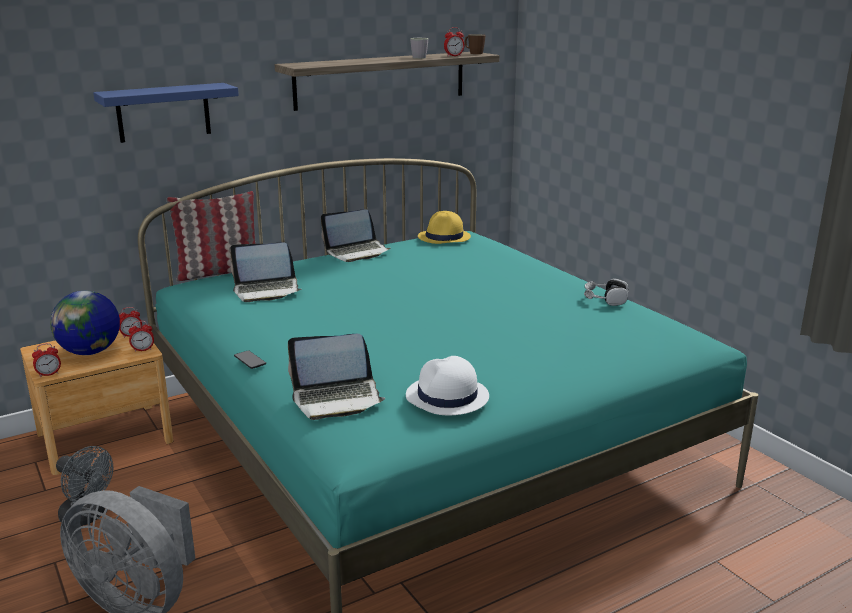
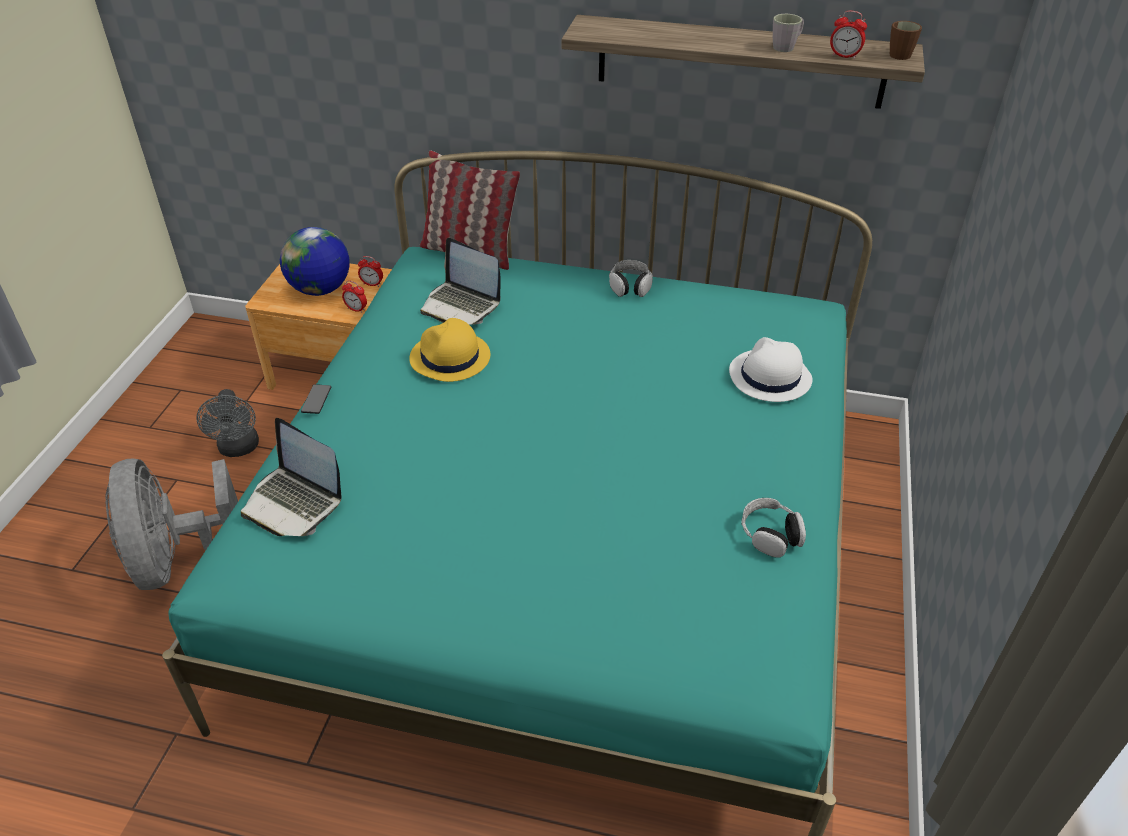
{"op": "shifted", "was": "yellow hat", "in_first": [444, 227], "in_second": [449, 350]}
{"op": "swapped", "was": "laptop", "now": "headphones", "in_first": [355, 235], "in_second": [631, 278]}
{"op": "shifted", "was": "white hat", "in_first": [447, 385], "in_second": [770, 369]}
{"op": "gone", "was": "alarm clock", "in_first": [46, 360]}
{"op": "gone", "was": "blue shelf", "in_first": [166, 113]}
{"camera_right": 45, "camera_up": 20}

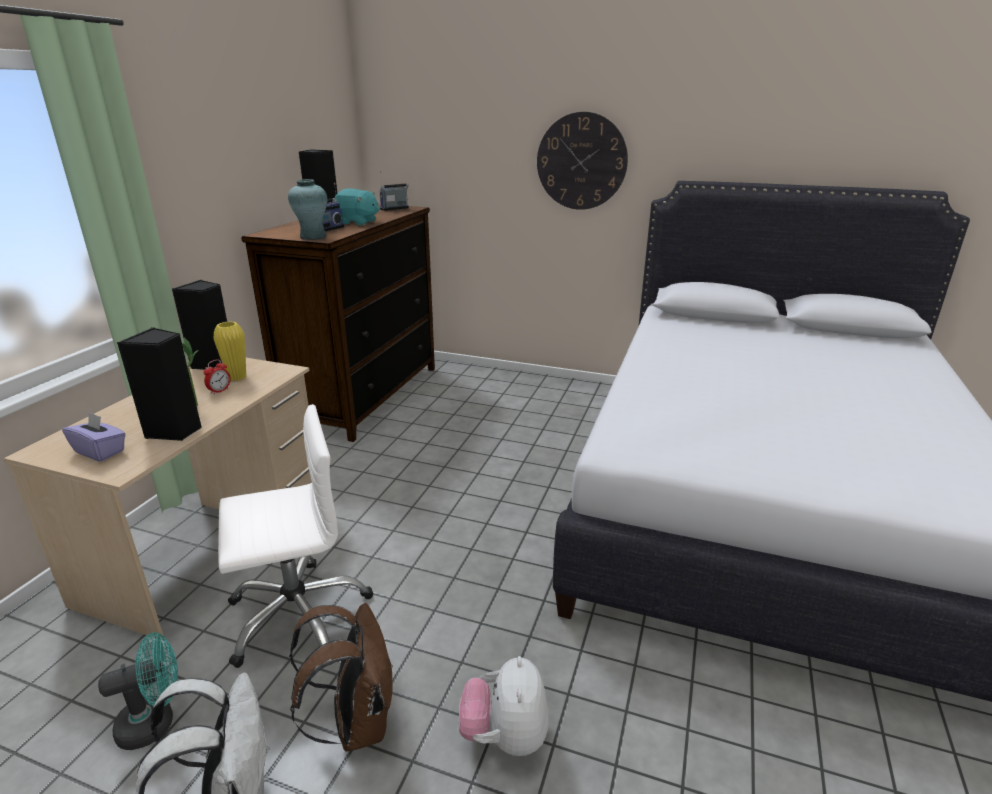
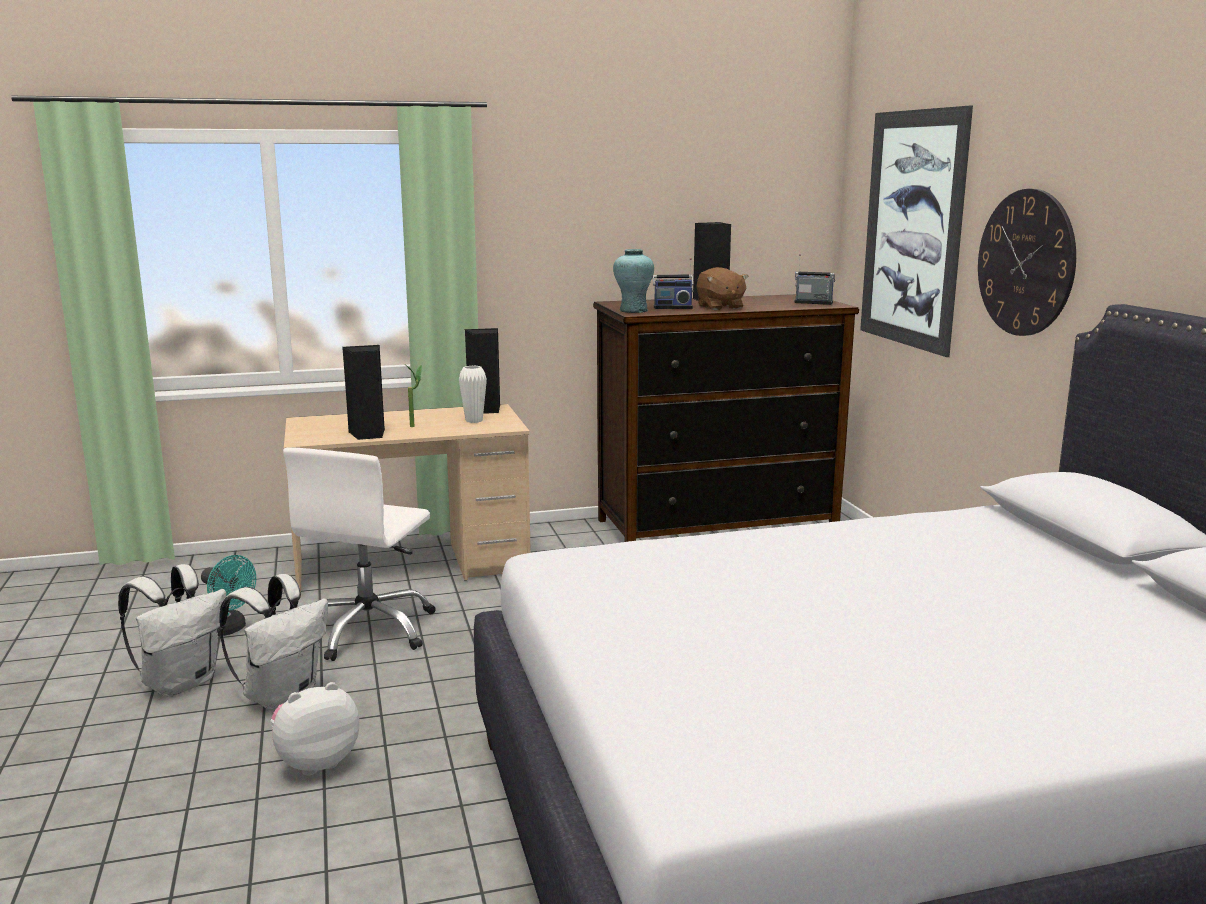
{"op": "repainted", "was": "brown backpack", "now": "white backpack", "in_first": [341, 677], "in_second": [273, 642]}
{"op": "rotated", "was": "white office chair", "in_first": [295, 536], "in_second": [359, 554], "clockwise": 75}
{"op": "repainted", "was": "yellow vase", "now": "white vase", "in_first": [229, 351], "in_second": [473, 394]}
{"op": "repainted", "was": "turquoise plush toy", "now": "brown plush toy", "in_first": [356, 207], "in_second": [722, 288]}
{"op": "new", "now": "picture", "in_second": [916, 231]}
{"op": "gone", "was": "purple tissue box", "in_first": [94, 437]}
{"op": "gone", "was": "alarm clock", "in_first": [217, 377]}
{"camera_right": 55, "camera_up": -10}

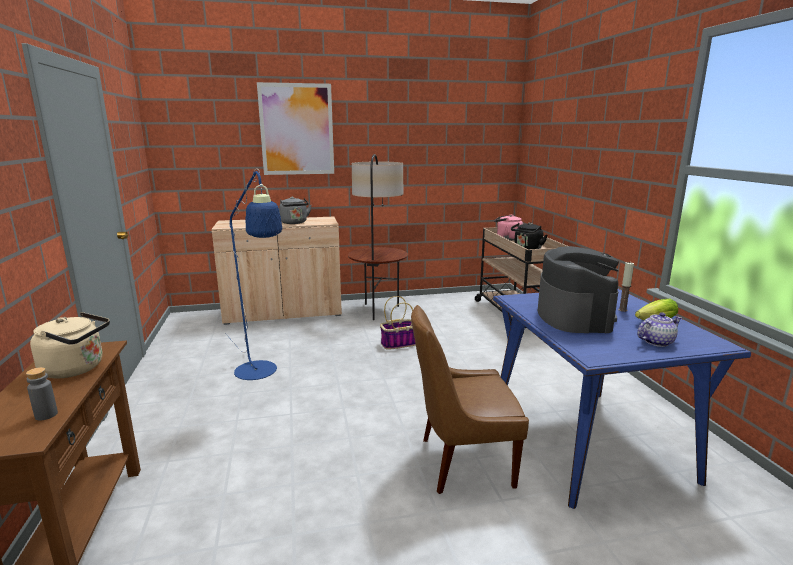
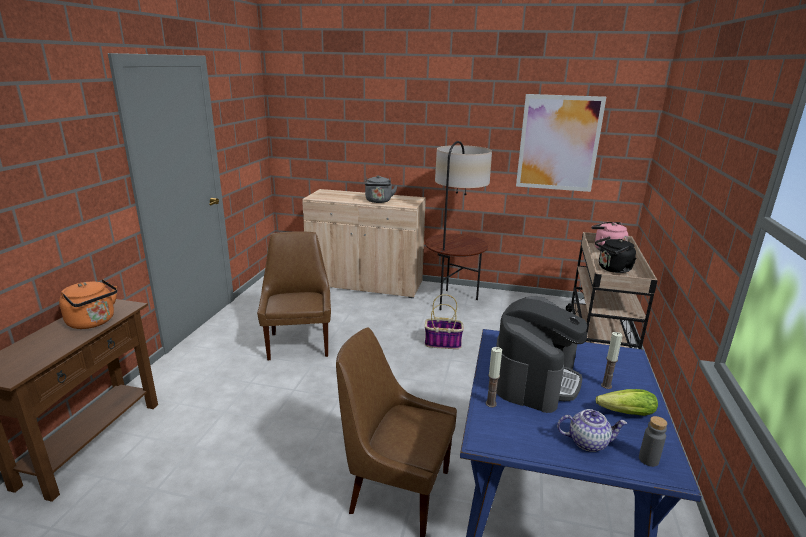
{"op": "repainted", "was": "beige kettle", "now": "orange kettle", "in_first": [70, 345], "in_second": [88, 304]}
{"op": "swapped", "was": "blue floor lamp", "now": "brown chair", "in_first": [253, 274], "in_second": [294, 295]}
{"op": "new", "now": "candle", "in_second": [494, 377]}
{"op": "shifted", "was": "picture", "in_first": [295, 128], "in_second": [561, 143]}
{"op": "shifted", "was": "grey bottle", "in_first": [42, 393], "in_second": [653, 441]}
{"camera_right": 25, "camera_up": 5}

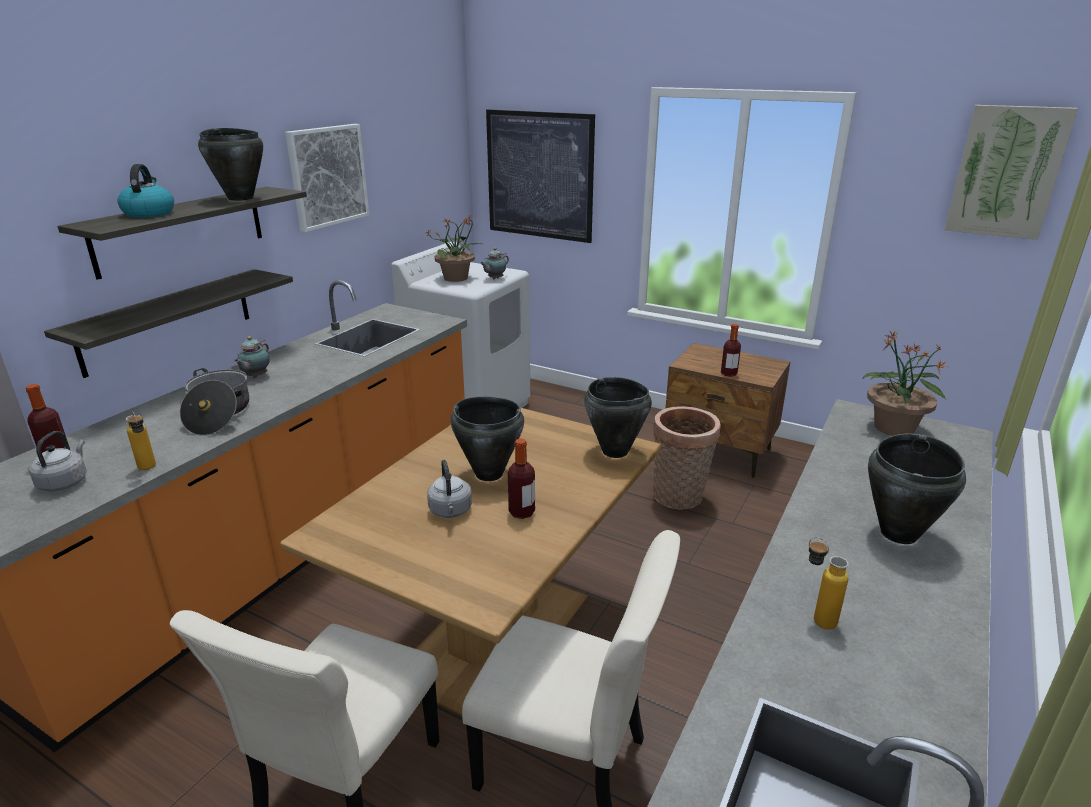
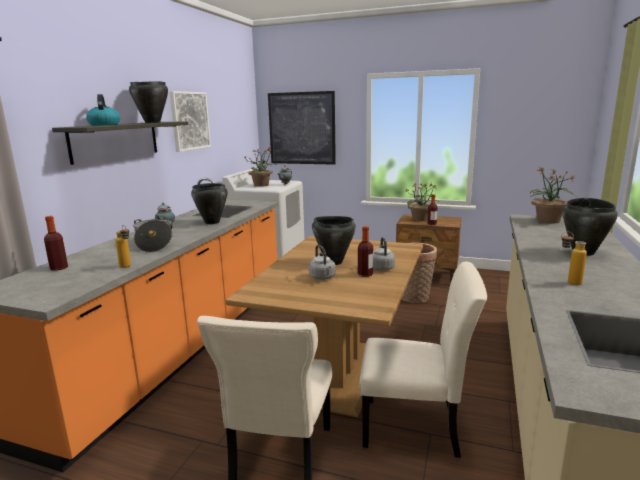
{"op": "shifted", "was": "black cooking pot", "in_first": [618, 417], "in_second": [209, 203]}
{"op": "shifted", "was": "grey kettle", "in_first": [58, 461], "in_second": [384, 254]}
{"op": "new", "now": "potted plant", "in_second": [422, 202]}
{"op": "gone", "was": "shelf", "in_first": [168, 323]}
{"op": "gone", "was": "picture", "in_first": [1011, 172]}
{"camera_right": -10, "camera_up": -10}

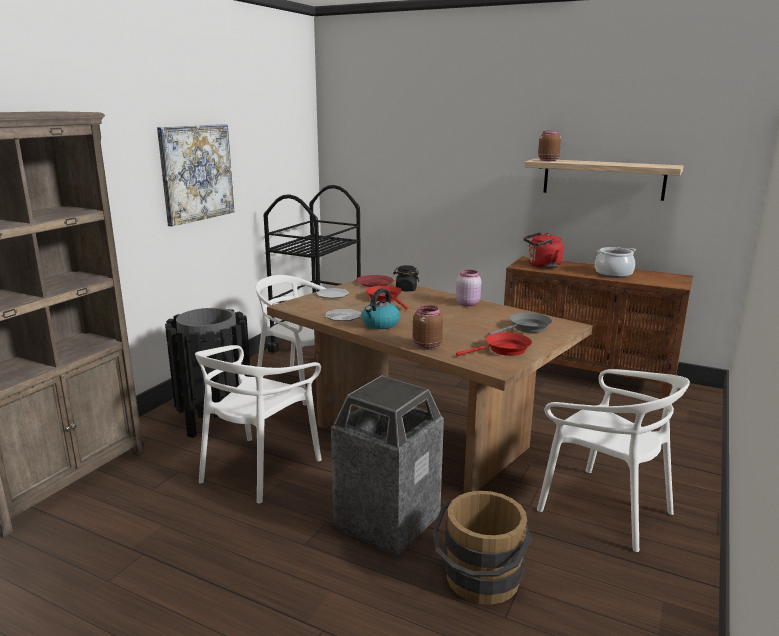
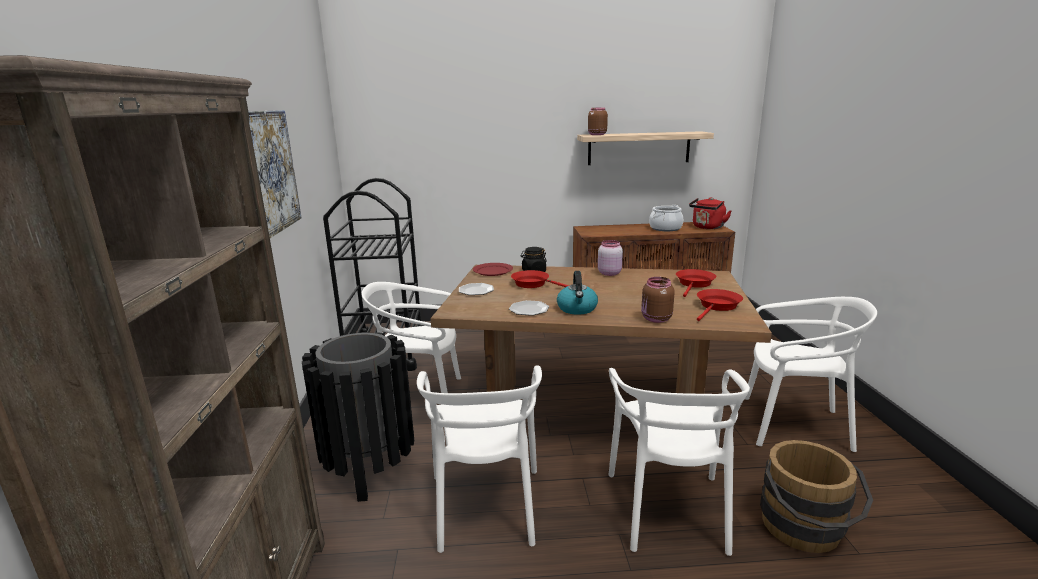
{"op": "swapped", "was": "trash can", "now": "white chair", "in_first": [387, 466], "in_second": [679, 462]}
{"op": "repainted", "was": "grey frying pan", "now": "red frying pan", "in_first": [520, 324], "in_second": [696, 283]}
{"op": "shifted", "was": "red kettle", "in_first": [543, 250], "in_second": [710, 213]}
{"camera_right": -30, "camera_up": 0}

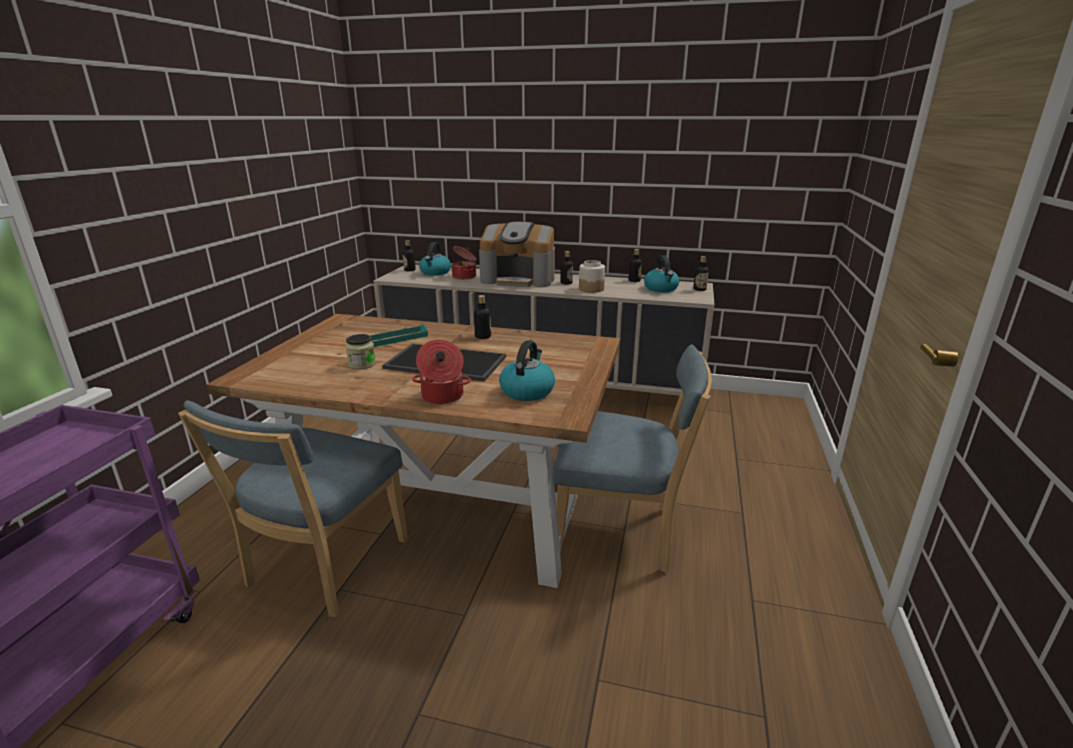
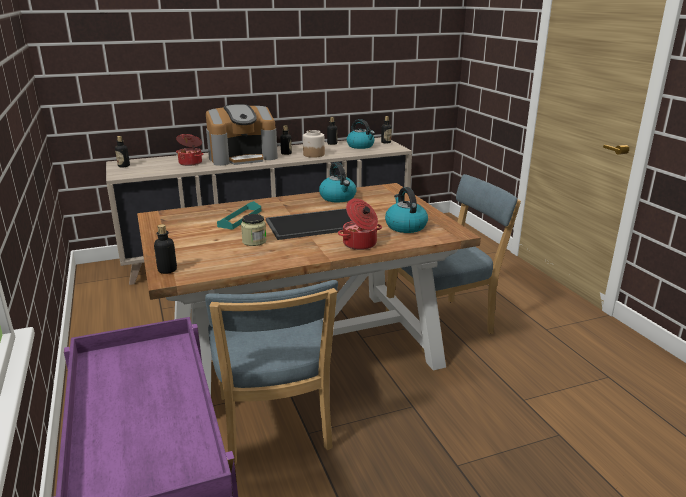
{"op": "shifted", "was": "bottle", "in_first": [482, 317], "in_second": [165, 249]}
{"op": "shifted", "was": "kettle", "in_first": [435, 259], "in_second": [337, 182]}
{"camera_right": -35, "camera_up": 0}

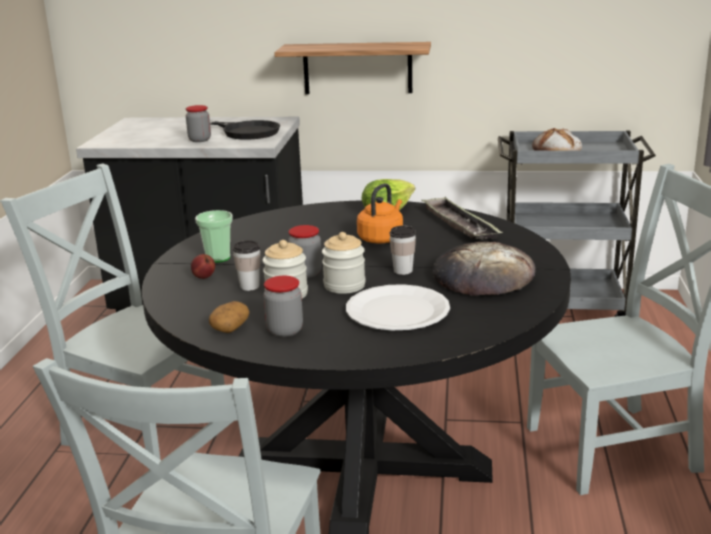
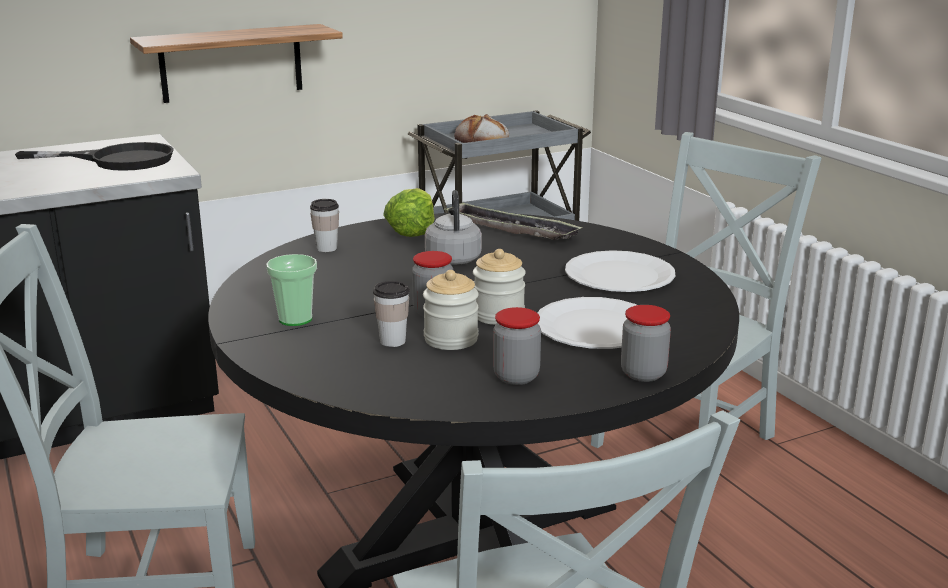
{"op": "shifted", "was": "cup", "in_first": [403, 250], "in_second": [324, 225]}
{"op": "repainted", "was": "orange kettle", "now": "grey kettle", "in_first": [380, 213], "in_second": [453, 227]}
{"op": "swapped", "was": "bread", "now": "white plate", "in_first": [483, 269], "in_second": [620, 271]}
{"op": "shifted", "was": "jar", "in_first": [198, 123], "in_second": [646, 343]}
{"op": "gone", "was": "apple", "in_first": [203, 266]}
{"op": "gone", "was": "potato", "in_first": [229, 317]}
{"camera_right": -35, "camera_up": 0}

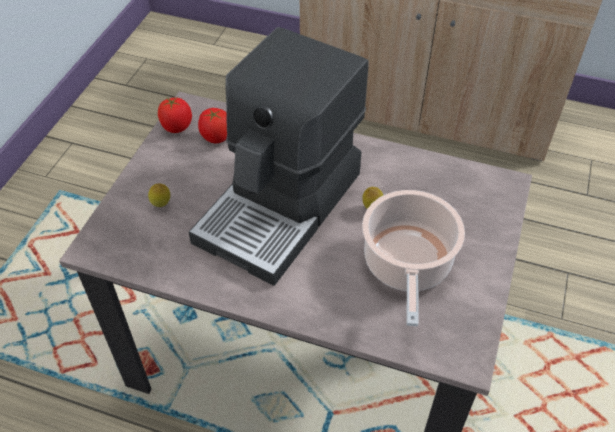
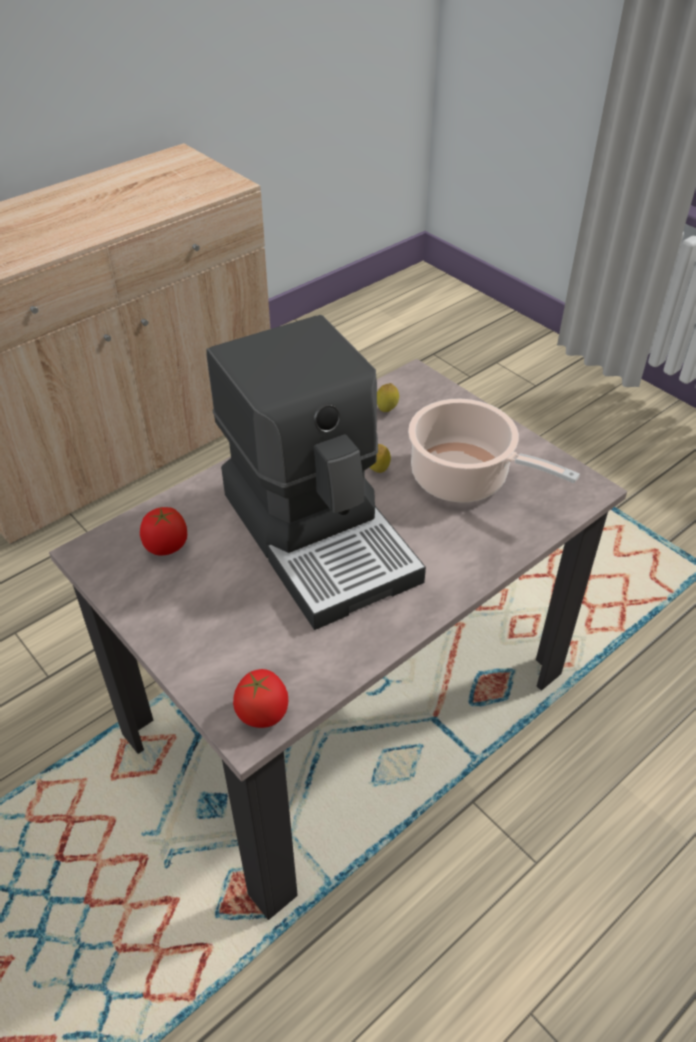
{"op": "shifted", "was": "tomato", "in_first": [175, 115], "in_second": [260, 698]}
{"op": "shifted", "was": "lemon", "in_first": [159, 195], "in_second": [388, 397]}
{"camera_right": -60, "camera_up": -5}

